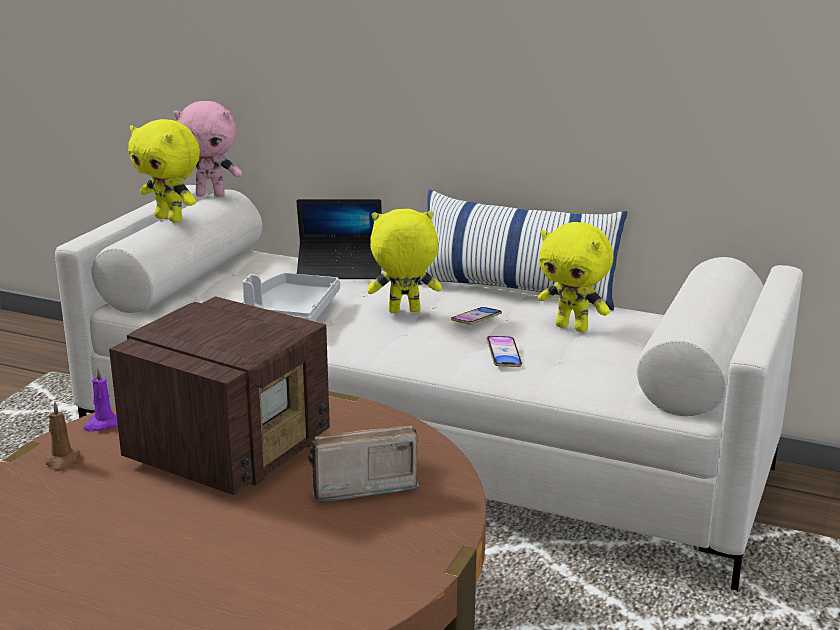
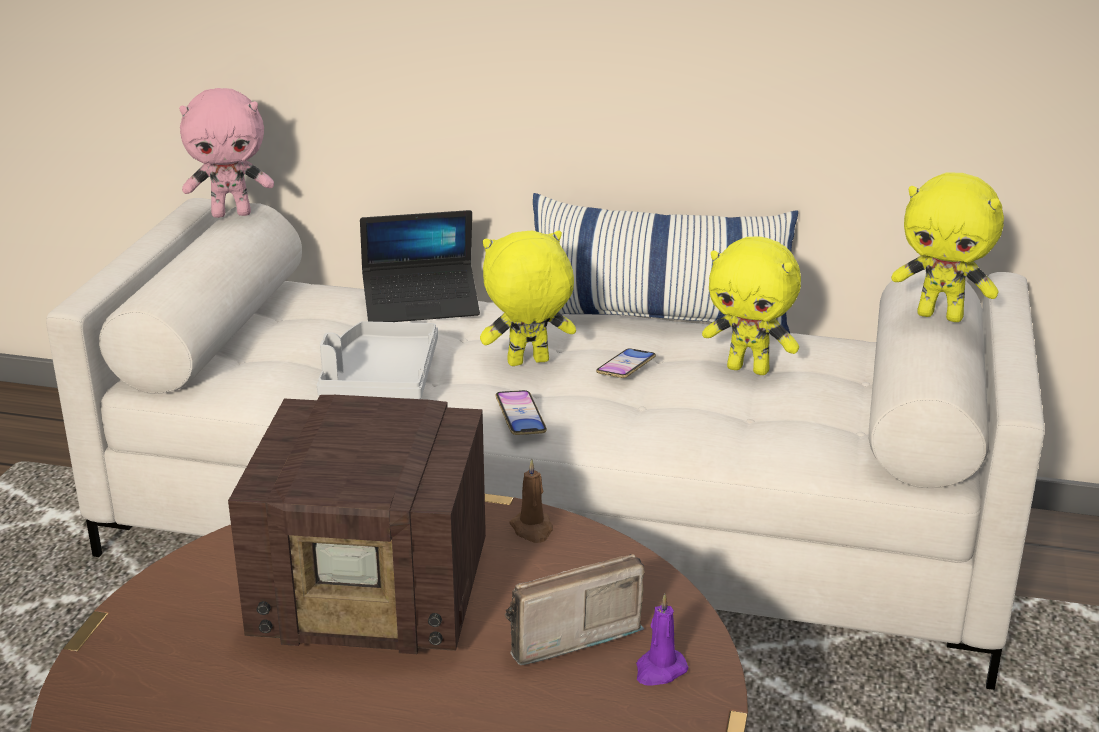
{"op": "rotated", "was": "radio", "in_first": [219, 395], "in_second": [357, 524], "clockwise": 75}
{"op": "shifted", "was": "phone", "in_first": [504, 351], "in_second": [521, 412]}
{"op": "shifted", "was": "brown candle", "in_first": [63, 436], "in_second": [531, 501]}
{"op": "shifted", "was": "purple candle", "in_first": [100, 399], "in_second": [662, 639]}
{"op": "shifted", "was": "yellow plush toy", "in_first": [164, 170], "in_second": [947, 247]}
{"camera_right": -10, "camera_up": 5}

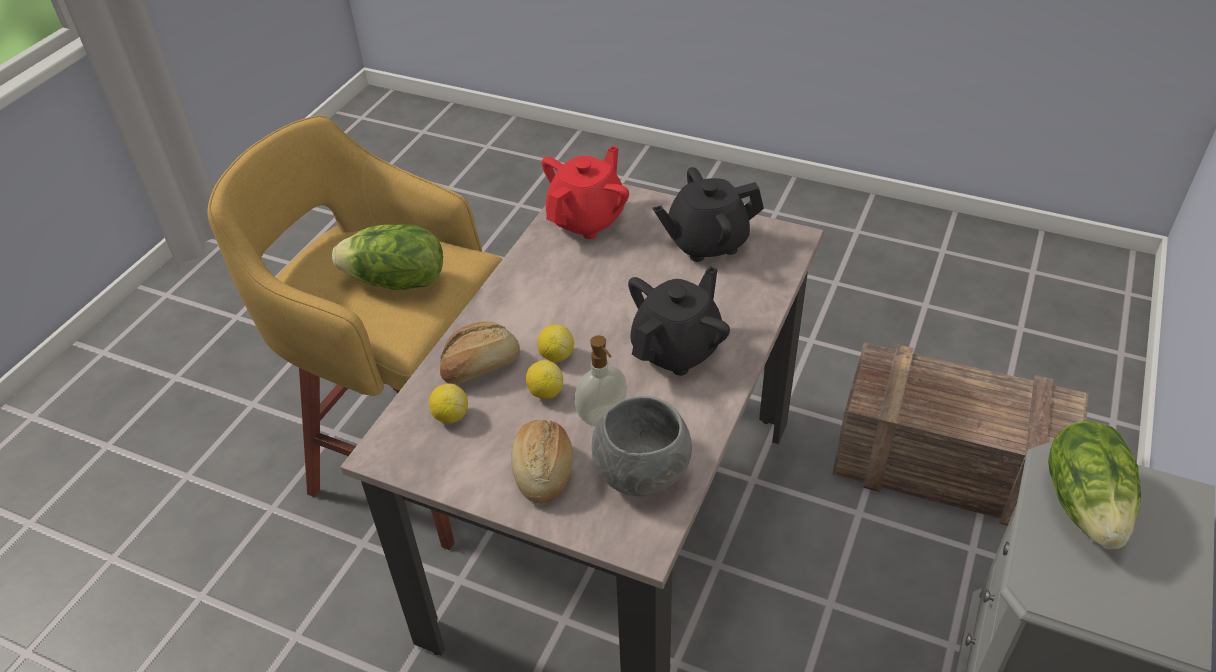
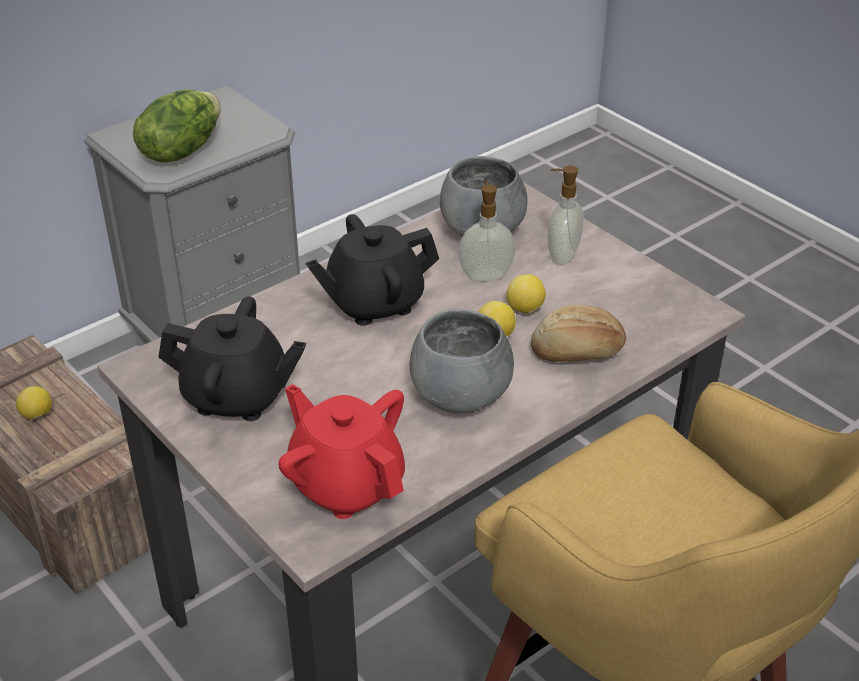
{"op": "shifted", "was": "lemon", "in_first": [448, 403], "in_second": [34, 403]}
{"op": "rotated", "was": "red teapot", "in_first": [585, 192], "in_second": [341, 451], "clockwise": 75}
{"op": "new", "now": "grey bowl", "in_second": [462, 361]}
{"op": "swapped", "was": "bread", "now": "soap dispenser", "in_first": [542, 462], "in_second": [566, 215]}
{"op": "gone", "was": "lettuce", "in_first": [387, 257]}
{"camera_right": -155, "camera_up": -5}

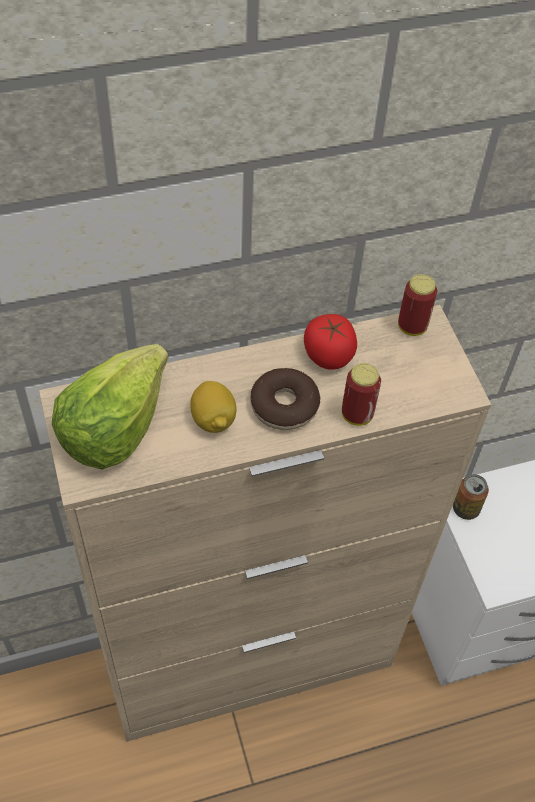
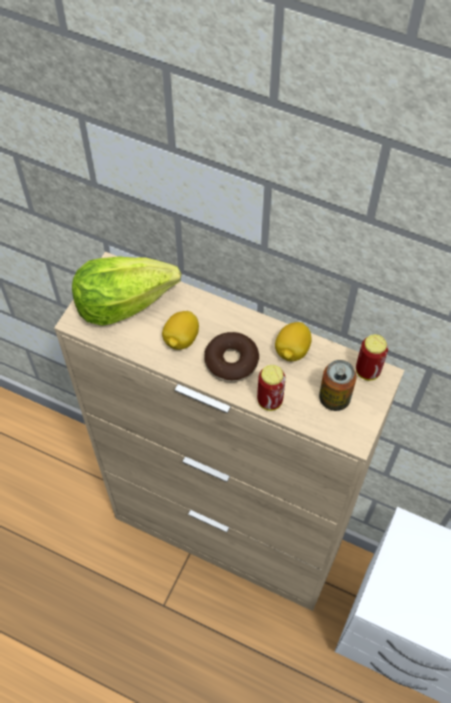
{"op": "swapped", "was": "tomato", "now": "lemon", "in_first": [330, 342], "in_second": [293, 341]}
{"op": "shifted", "was": "can", "in_first": [471, 497], "in_second": [338, 385]}
{"camera_right": 45, "camera_up": 5}

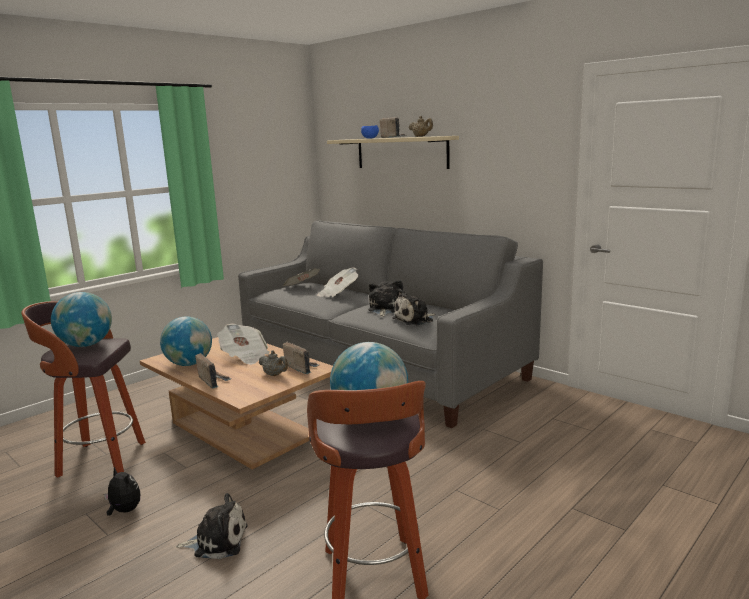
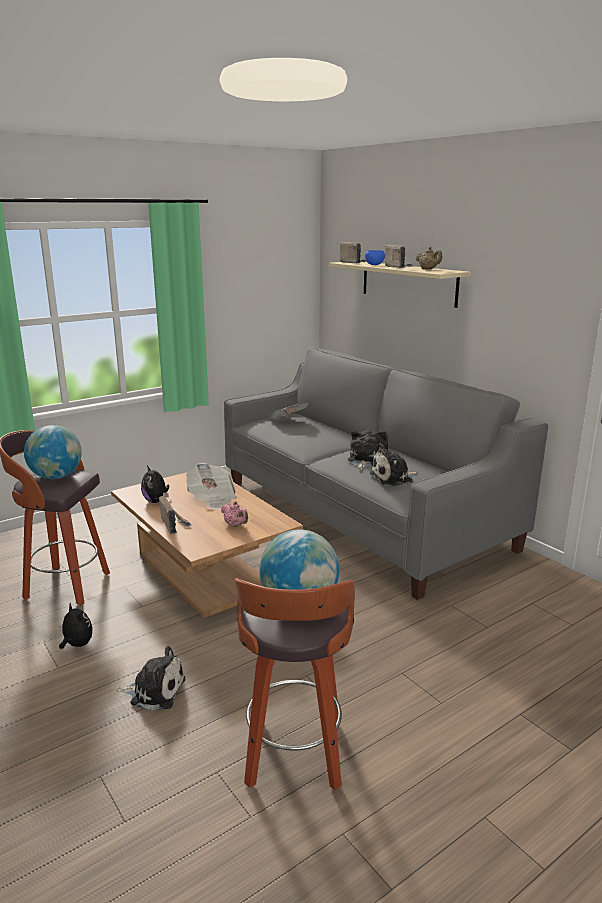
{"op": "swapped", "was": "globe", "now": "plush toy", "in_first": [186, 341], "in_second": [155, 484]}
{"op": "repainted", "was": "grey teapot", "now": "pink teapot", "in_first": [273, 363], "in_second": [234, 514]}
{"op": "shifted", "was": "radio", "in_first": [301, 358], "in_second": [353, 252]}
{"op": "gone", "was": "newspaper", "in_first": [337, 282]}
{"camera_right": 10, "camera_up": 5}

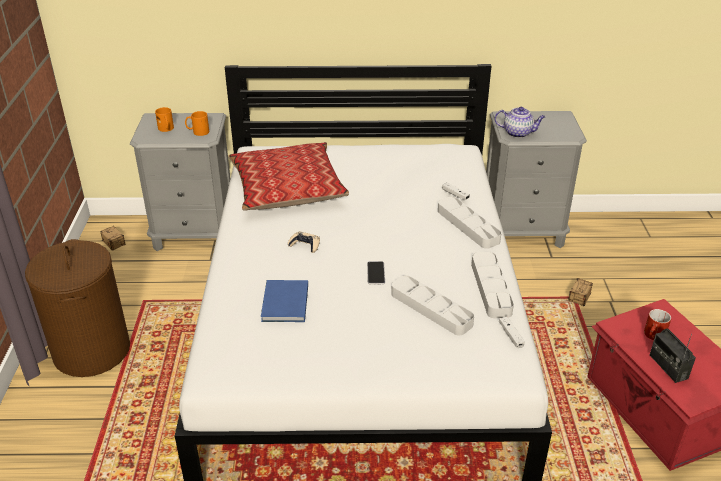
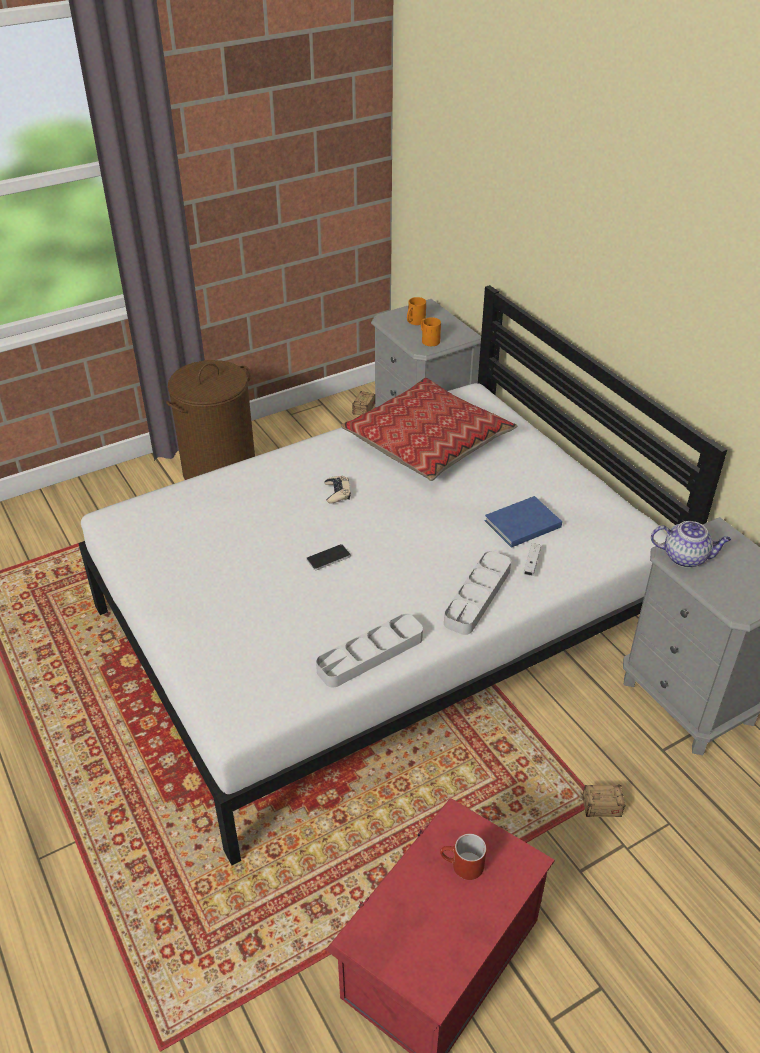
{"op": "shifted", "was": "blue book", "in_first": [284, 301], "in_second": [523, 522]}
{"op": "rotated", "was": "teapot", "in_first": [520, 122], "in_second": [691, 544], "clockwise": -60}
{"op": "gone", "was": "grey tray", "in_first": [432, 305]}
{"op": "gone", "was": "white game controller", "in_first": [512, 332]}
{"op": "gone", "was": "radio", "in_first": [673, 355]}
{"camera_right": 60, "camera_up": 5}

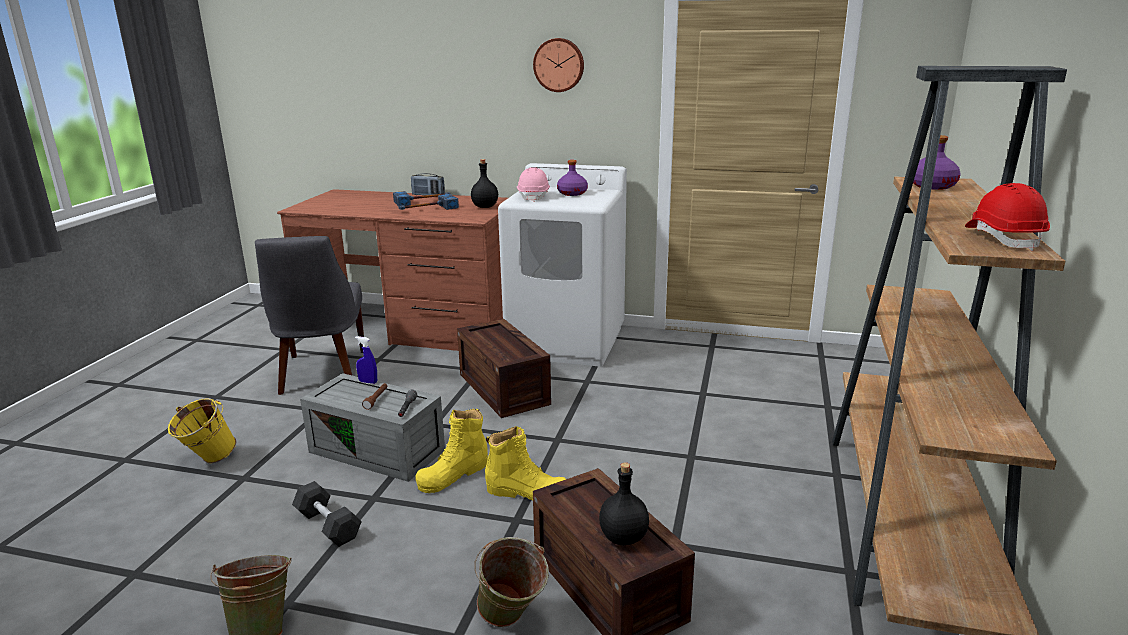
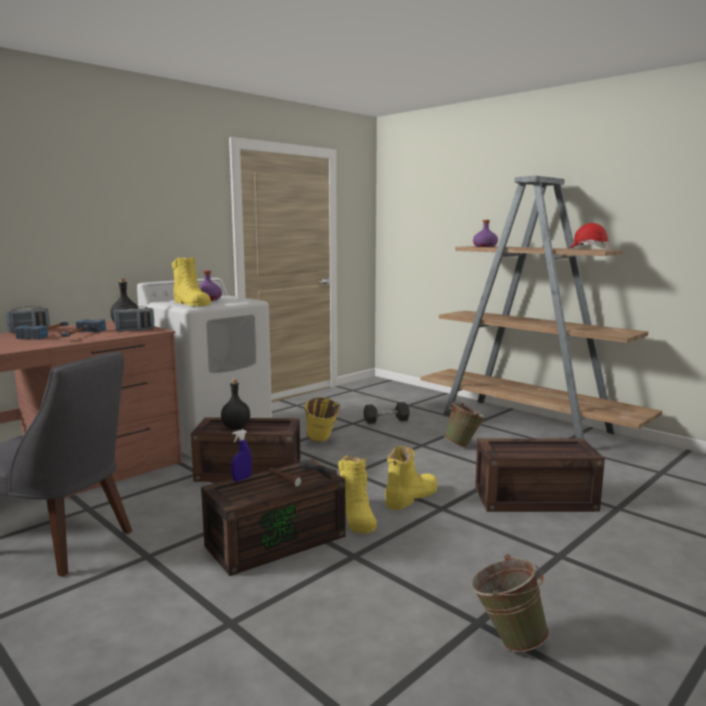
{"op": "new", "now": "radio", "in_second": [134, 319]}
{"op": "swapped", "was": "pink hard hat", "now": "yellow boot", "in_first": [533, 184], "in_second": [191, 281]}
{"op": "repainted", "was": "grey storage box", "now": "brown storage box", "in_first": [372, 427], "in_second": [273, 517]}
{"op": "shifted", "was": "black bottle", "in_first": [624, 503], "in_second": [235, 404]}
{"op": "shifted", "was": "yellow bucket", "in_first": [202, 430], "in_second": [321, 419]}
{"op": "shifted", "was": "grey dumbbell", "in_first": [327, 514], "in_second": [386, 413]}
{"op": "shifted", "was": "green bucket", "in_first": [511, 582], "in_second": [465, 424]}
{"op": "gone", "was": "wall clock", "in_first": [558, 65]}
{"camera_right": -60, "camera_up": -10}

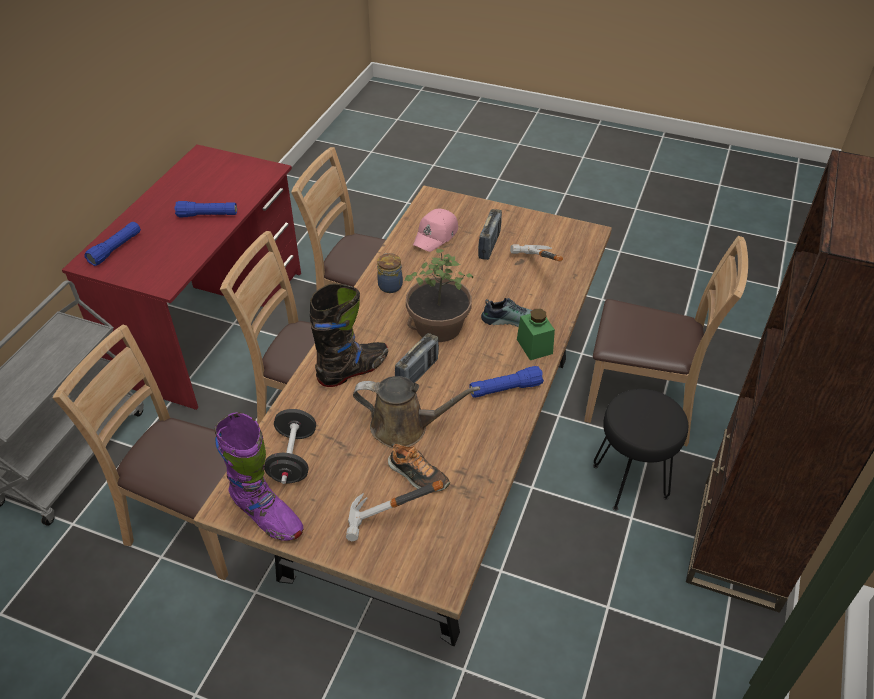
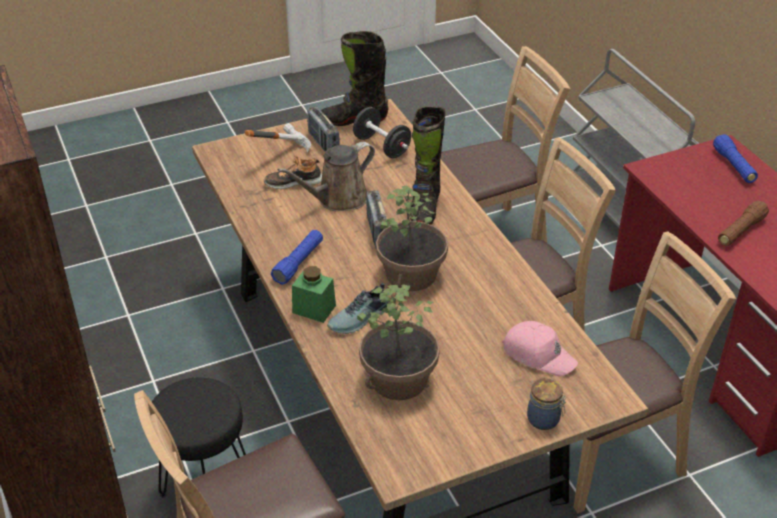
{"op": "shifted", "was": "radio", "in_first": [490, 234], "in_second": [323, 129]}
{"op": "repainted", "was": "purple boot", "now": "black boot", "in_first": [259, 476], "in_second": [355, 78]}
{"op": "swapped", "was": "hammer", "now": "potted plant", "in_first": [536, 253], "in_second": [398, 342]}
{"op": "rotated", "was": "pink cap", "in_first": [435, 230], "in_second": [540, 348], "clockwise": 135}
{"op": "shifted", "was": "jar", "in_first": [390, 273], "in_second": [546, 404]}
{"op": "repainted", "was": "blue flashlight", "now": "brown flashlight", "in_first": [206, 209], "in_second": [743, 223]}
{"camera_right": 135, "camera_up": -5}

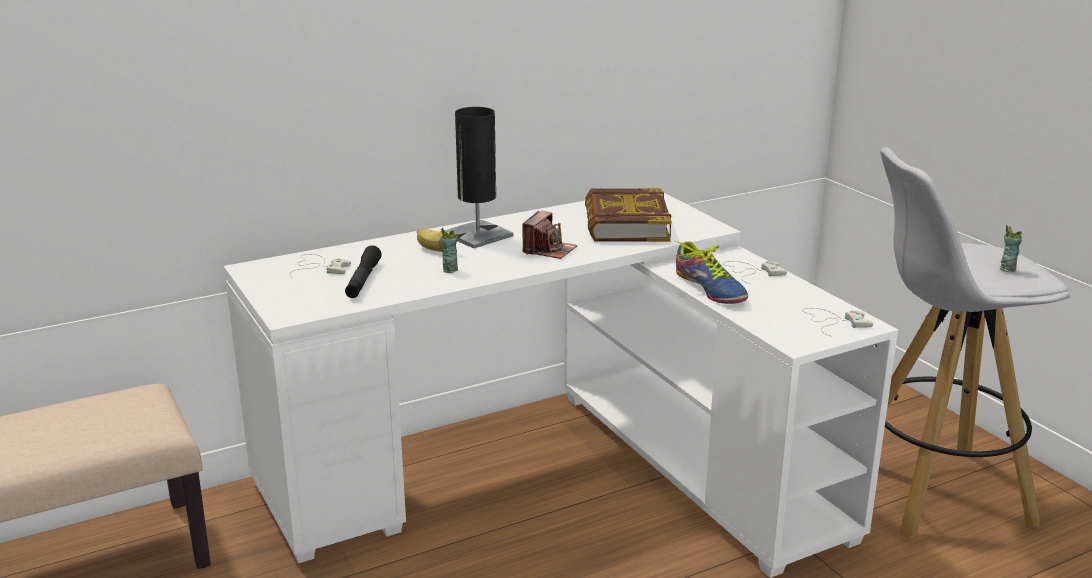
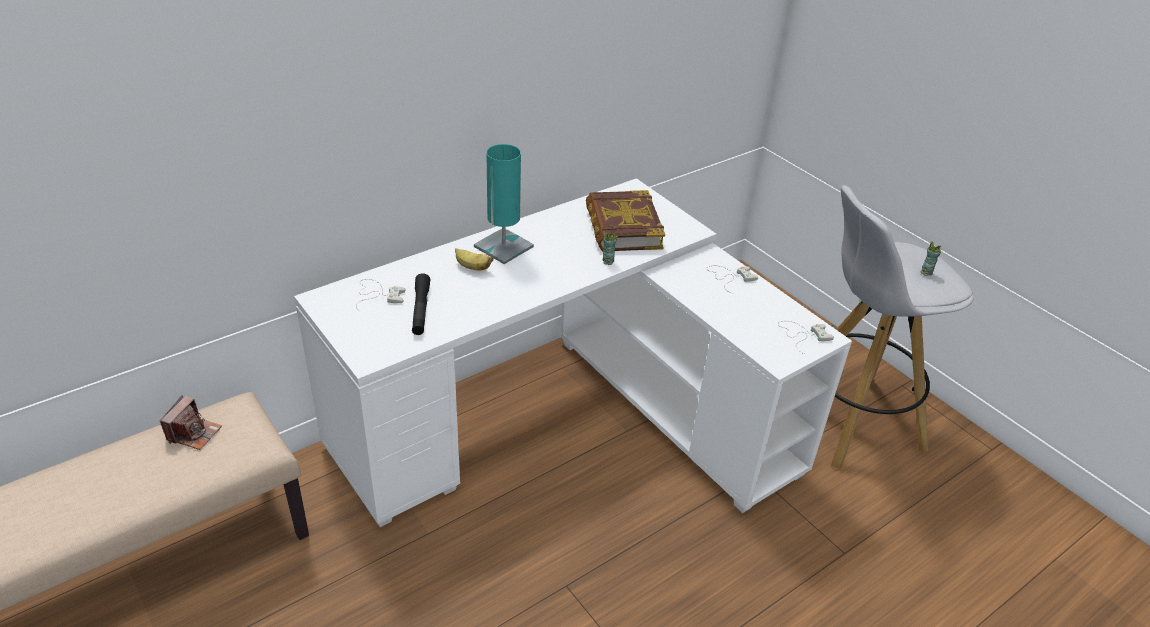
{"op": "shifted", "was": "photo camera", "in_first": [550, 235], "in_second": [191, 423]}
{"op": "repainted", "was": "black table lamp", "now": "turquoise table lamp", "in_first": [479, 178], "in_second": [504, 204]}
{"op": "shifted", "was": "cup", "in_first": [449, 250], "in_second": [610, 248]}
{"op": "gone", "was": "shoe", "in_first": [711, 272]}
{"camera_right": -10, "camera_up": 15}

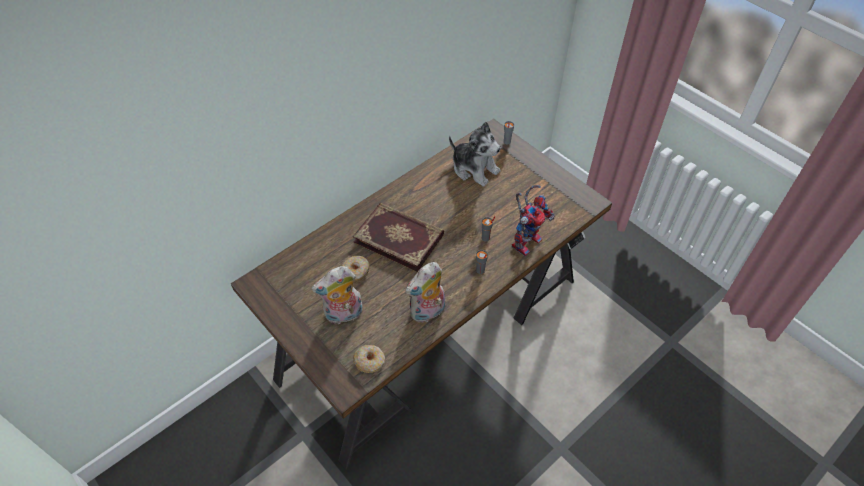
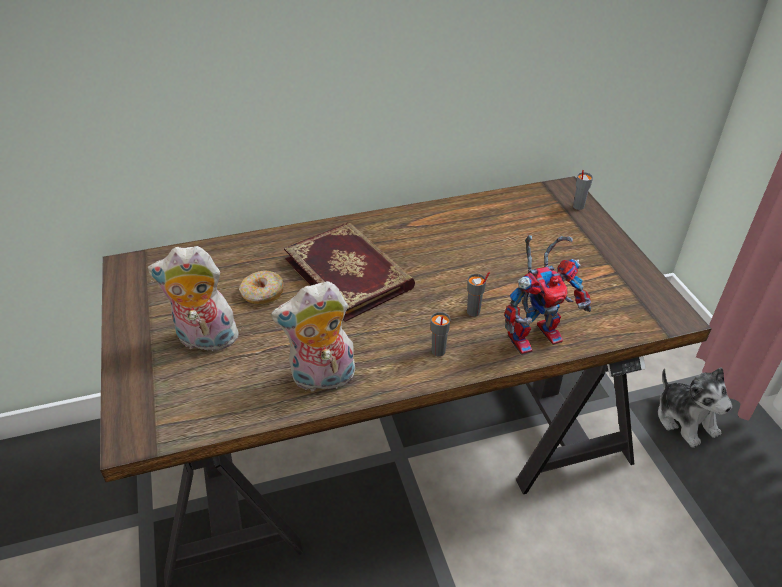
{"op": "shifted", "was": "plush toy", "in_first": [475, 154], "in_second": [695, 408]}
{"op": "gone", "was": "donut", "in_first": [369, 359]}
{"camera_right": 25, "camera_up": -10}

